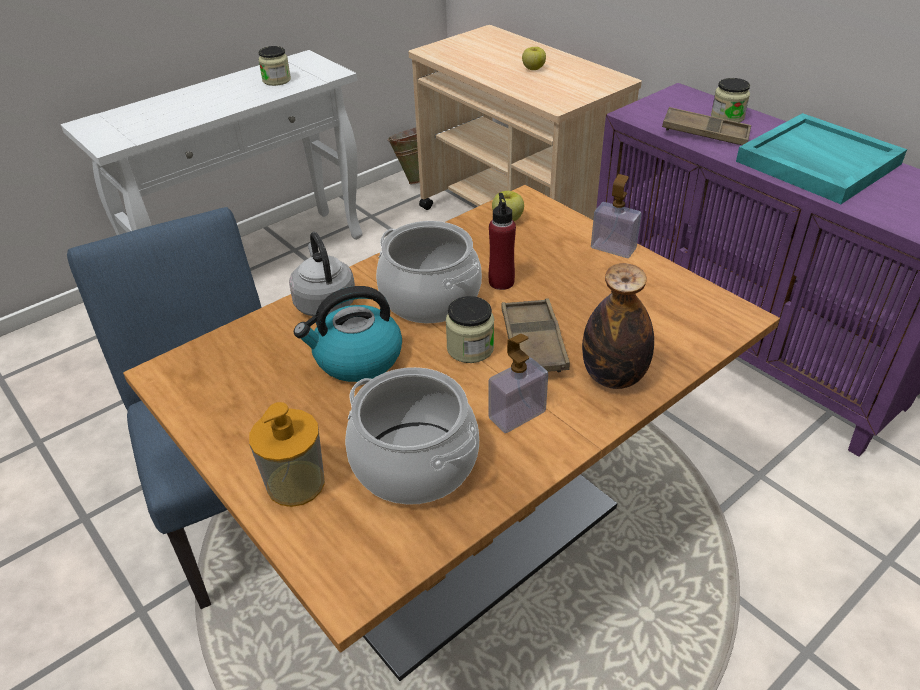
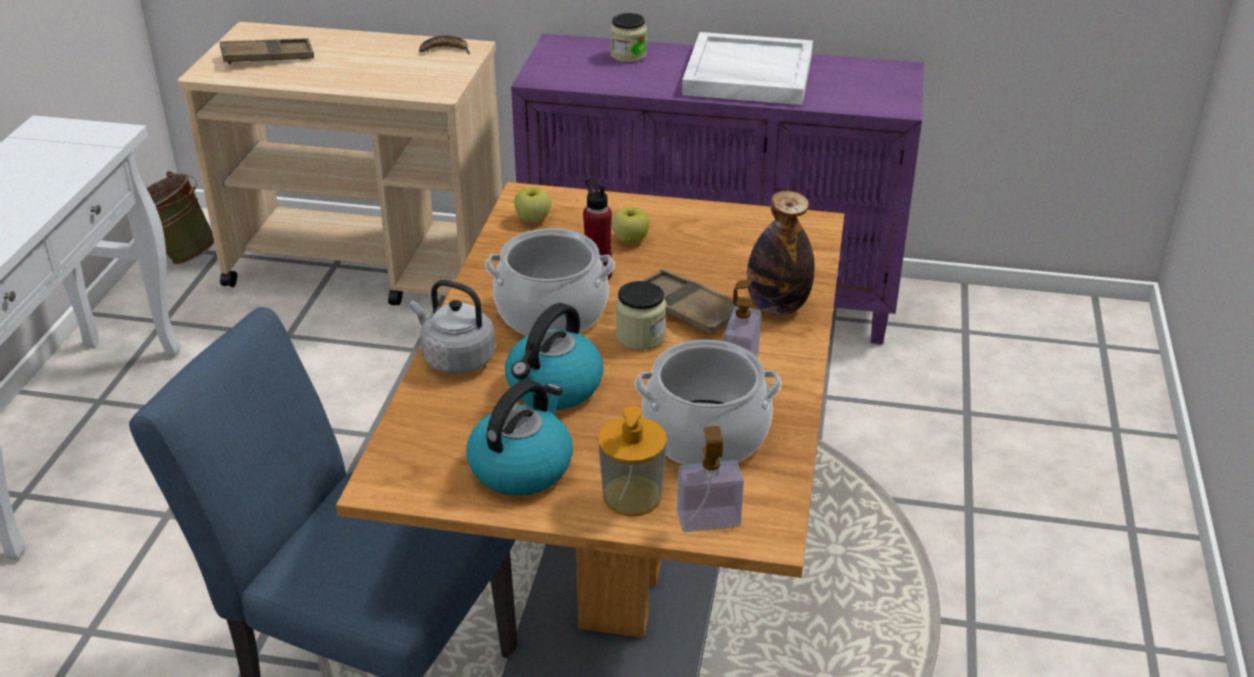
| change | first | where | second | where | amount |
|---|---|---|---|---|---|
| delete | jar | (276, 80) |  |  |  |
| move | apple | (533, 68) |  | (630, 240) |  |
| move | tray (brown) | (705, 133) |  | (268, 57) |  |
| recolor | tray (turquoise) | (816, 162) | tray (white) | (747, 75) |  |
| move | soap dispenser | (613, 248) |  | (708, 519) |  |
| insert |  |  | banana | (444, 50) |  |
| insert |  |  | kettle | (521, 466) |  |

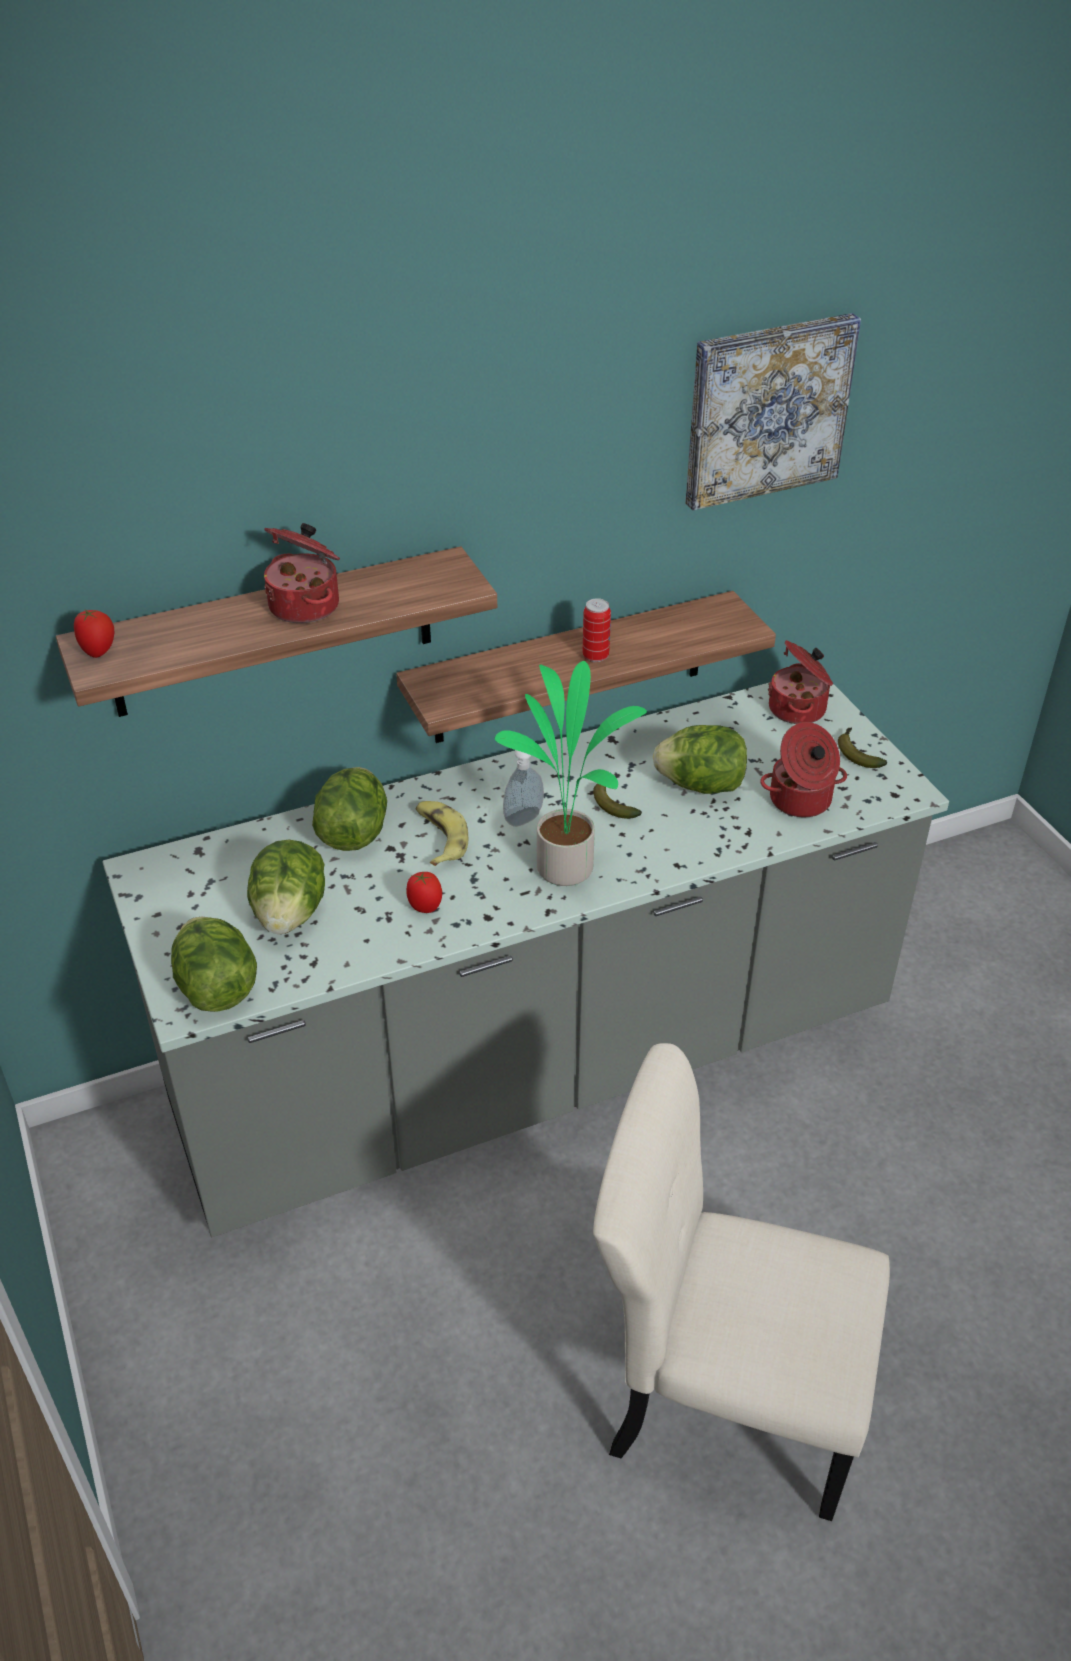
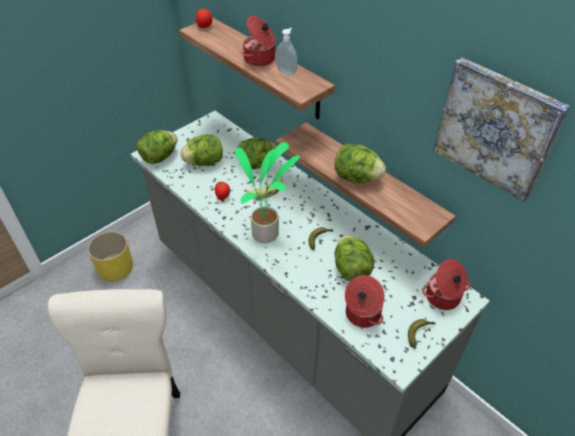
| change | first | where | second | where | amount |
|---|---|---|---|---|---|
| replace | can | (595, 656) | lettuce | (356, 178) |  |
| move | soap dispenser | (522, 818) |  | (287, 72) |  |
| insert |  |  | planter (yellow) | (115, 267) |  |

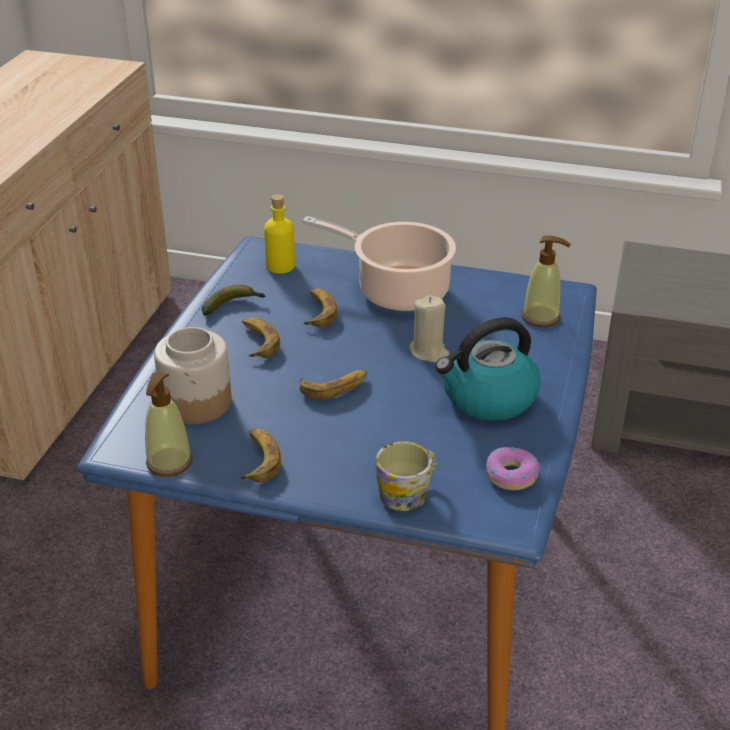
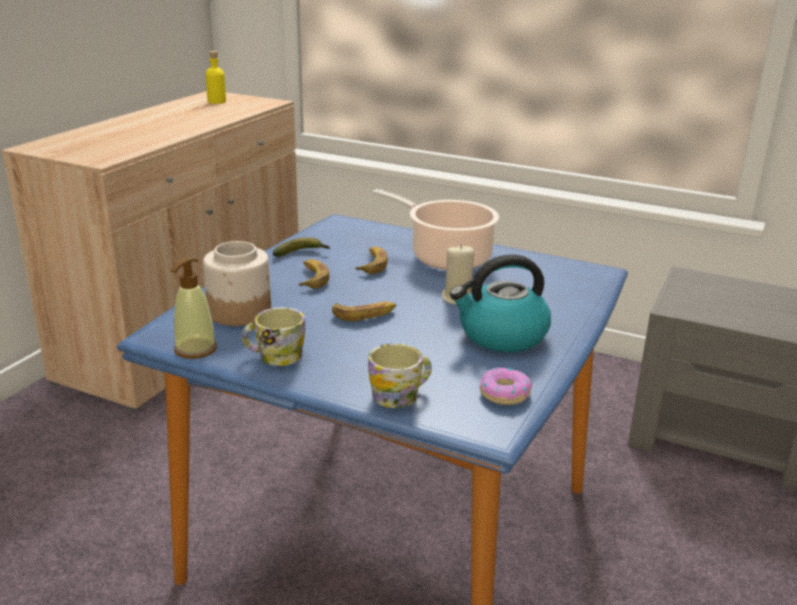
| change | first | where | second | where | amount |
|---|---|---|---|---|---|
| move | bottle (yellow) | (280, 266) |  | (216, 101) |  |
| delete | soap dispenser | (541, 317) |  |  |  |
| replace | banana | (259, 460) | mug | (274, 356) |  |

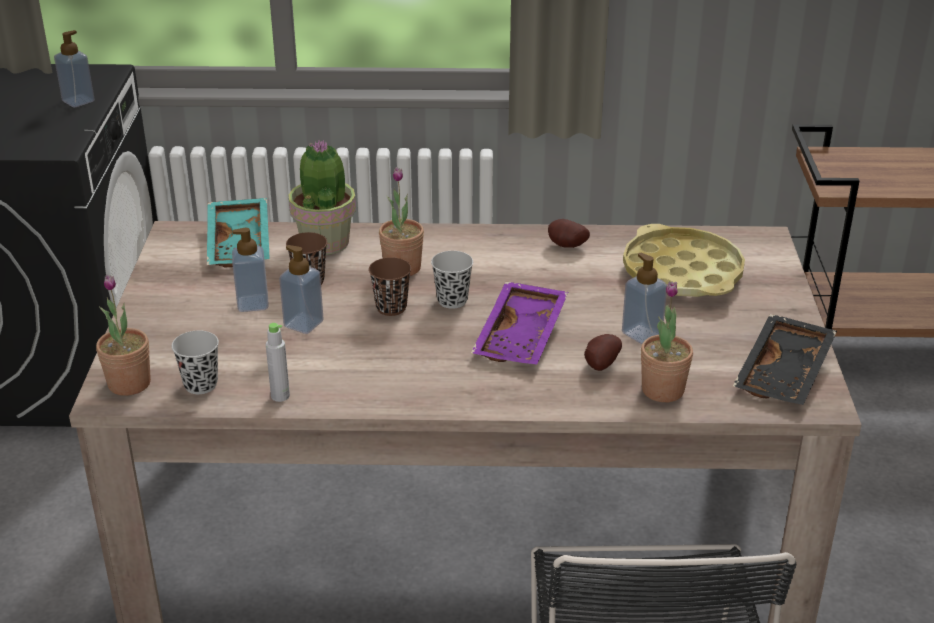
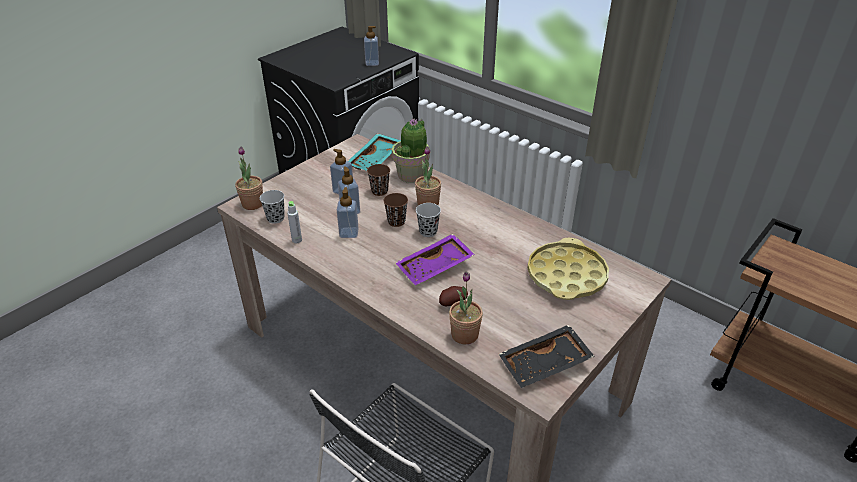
| change | first | where | second | where | amount |
|---|---|---|---|---|---|
| delete | potato | (566, 246) |  |  |  |
| move | soap dispenser | (641, 333) |  | (349, 233) |  |

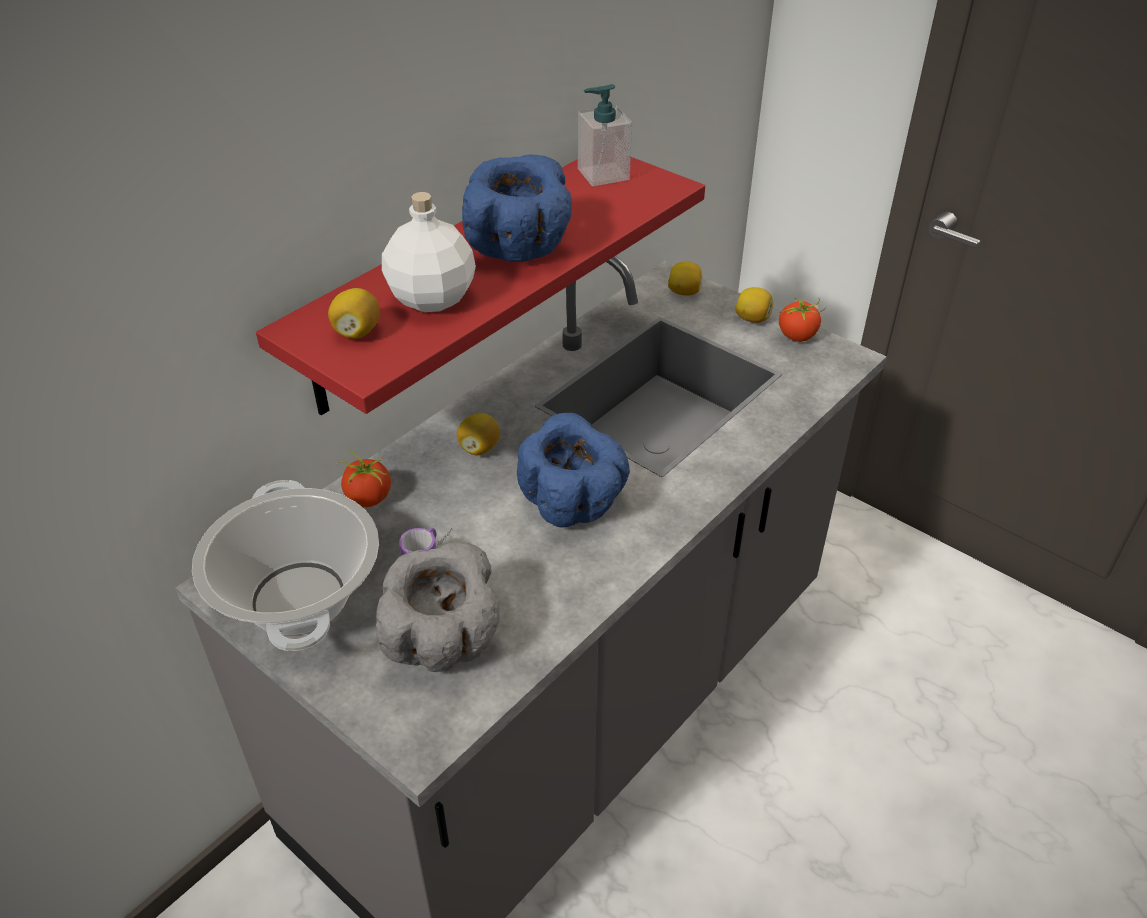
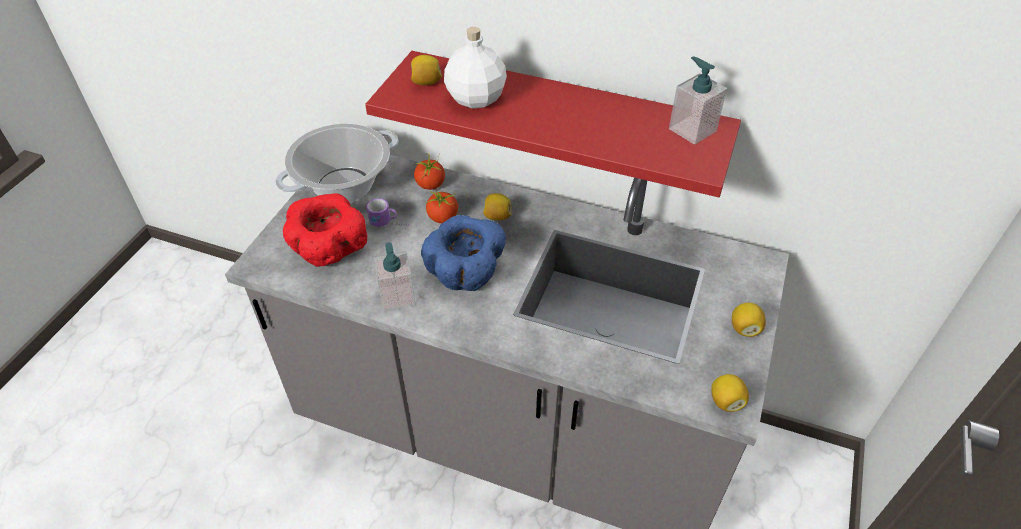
| change | first | where | second | where | amount |
|---|---|---|---|---|---|
| delete | bowl (blue) | (521, 247) |  |  |  |
| move | lemon | (684, 292) |  | (726, 402) |  |
| move | tomato | (797, 336) |  | (443, 218) |  |
| recolor | bowl (grey) | (445, 640) | bowl (red) | (330, 251) |  |
| insert |  |  | soap dispenser | (397, 297) |  |

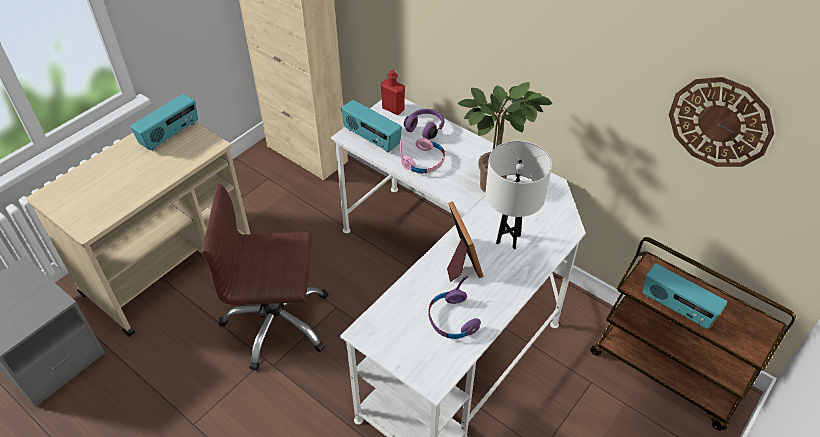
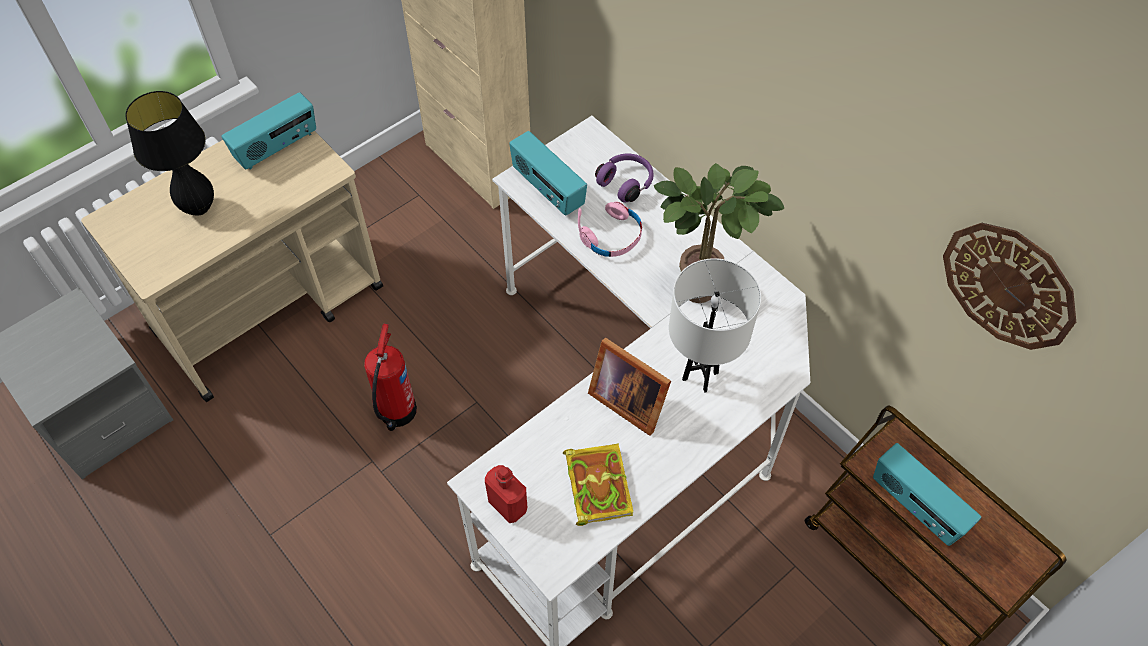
| change | first | where | second | where | amount |
|---|---|---|---|---|---|
| move | bottle (red) | (393, 109) |  | (508, 505) |  |
| replace | office chair (brown) | (277, 323) | fire extinguisher | (396, 413) |  |
| rotate | picture frame | (460, 261) |  | (627, 399) | 135 degrees clockwise |
| replace | headphones (purple) | (452, 319) | book | (596, 484) |  |
| insert |  |  | table lamp (black) | (199, 208) |  |

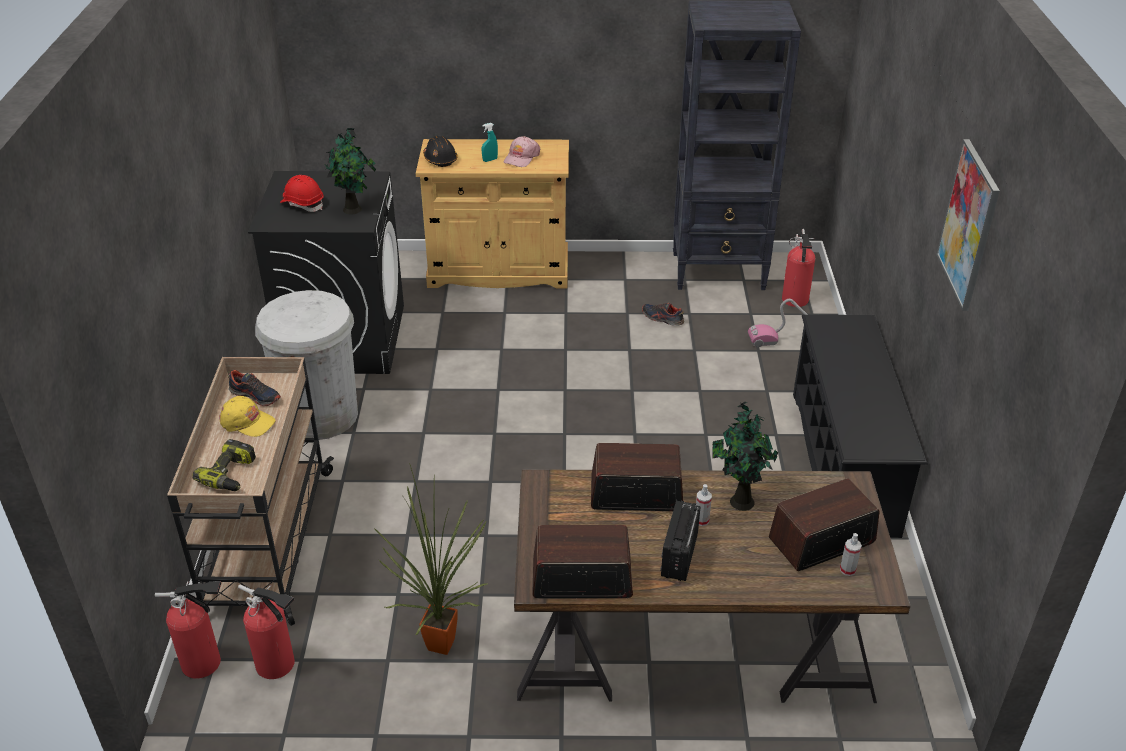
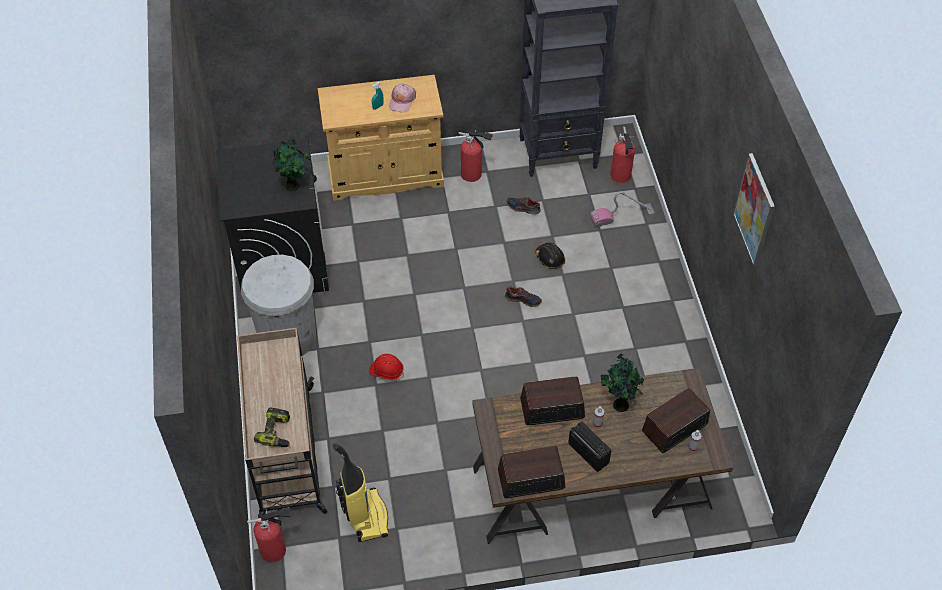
| change | first | where | second | where | amount |
|---|---|---|---|---|---|
| move | hard hat (black) | (440, 159) |  | (550, 259) |  |
| move | hard hat (red) | (303, 204) |  | (386, 371) |  |
| delete | shoe rack (black) | (844, 462) |  |  |  |
| move | shoe | (255, 395) |  | (523, 299) |  |
| delete | cap (yellow) | (247, 422) |  |  |  |
| delete | potted plant | (444, 641) |  |  |  |
| rotate | radio | (679, 556) |  | (588, 453) | 135 degrees clockwise |
| move | fire extinguisher | (278, 665) |  | (473, 175) |  |
| insert |  |  | vacuum cleaner | (366, 516) |  |

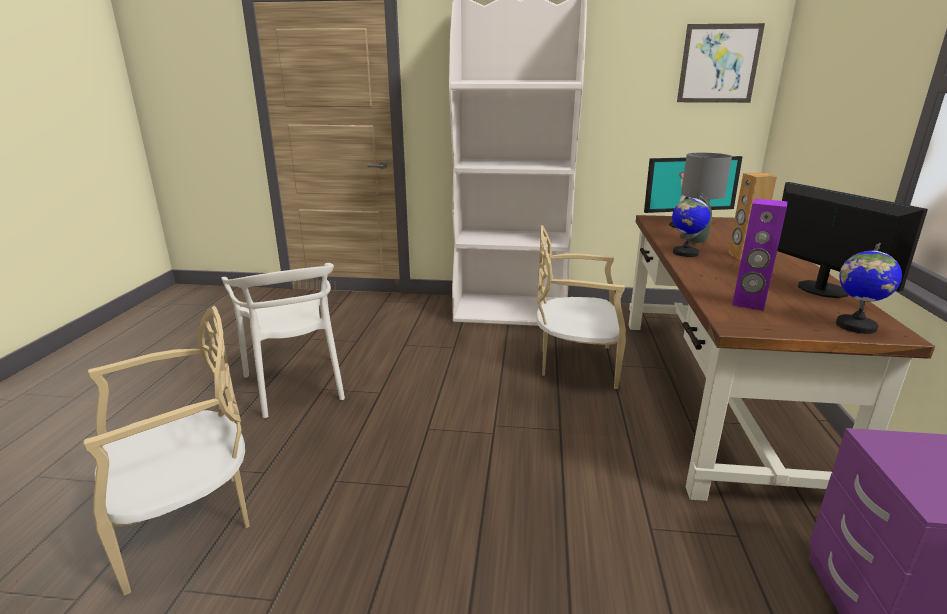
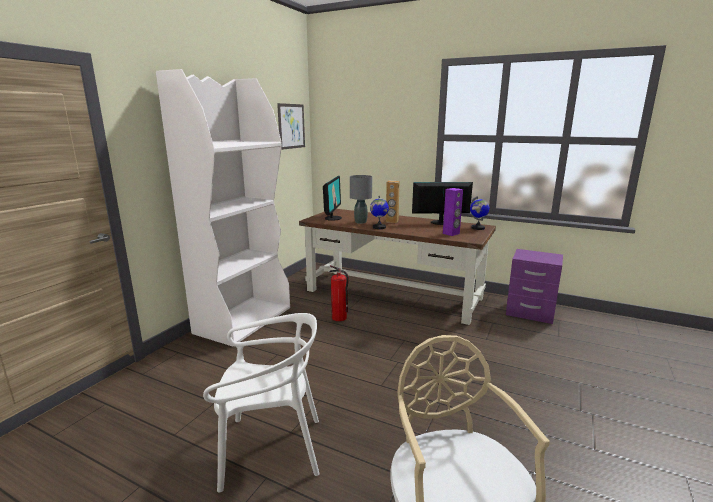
| change | first | where | second | where | amount |
|---|---|---|---|---|---|
| replace | chair (beige) | (575, 364) | fire extinguisher | (339, 318) |  |

